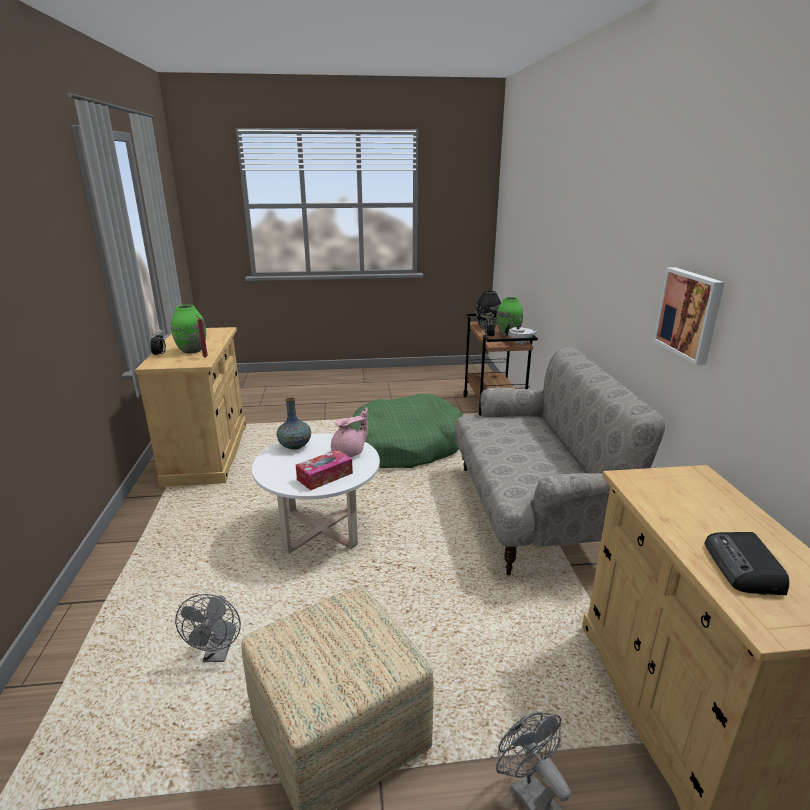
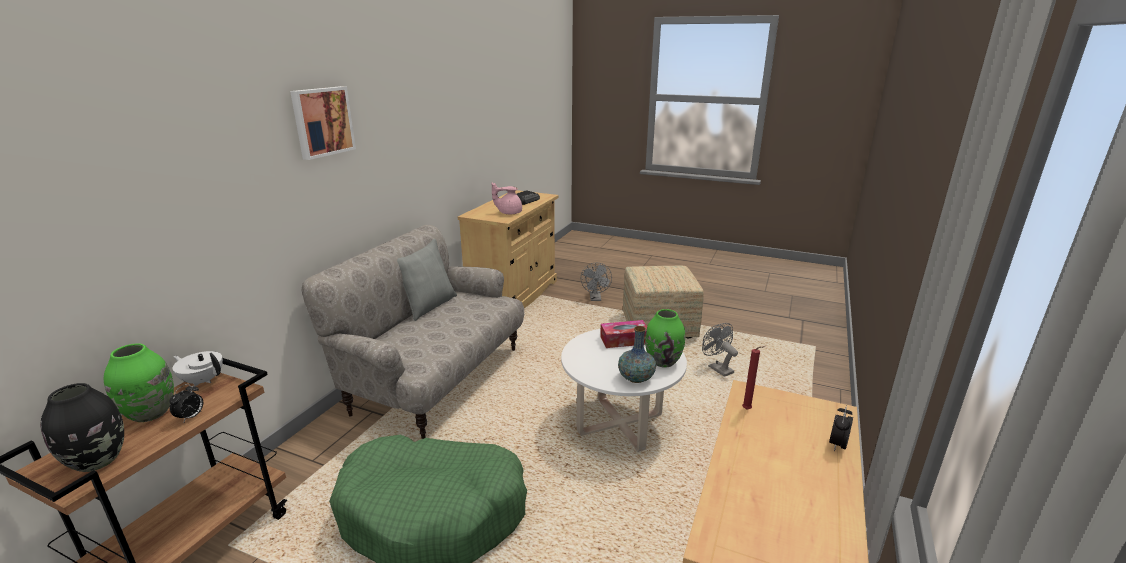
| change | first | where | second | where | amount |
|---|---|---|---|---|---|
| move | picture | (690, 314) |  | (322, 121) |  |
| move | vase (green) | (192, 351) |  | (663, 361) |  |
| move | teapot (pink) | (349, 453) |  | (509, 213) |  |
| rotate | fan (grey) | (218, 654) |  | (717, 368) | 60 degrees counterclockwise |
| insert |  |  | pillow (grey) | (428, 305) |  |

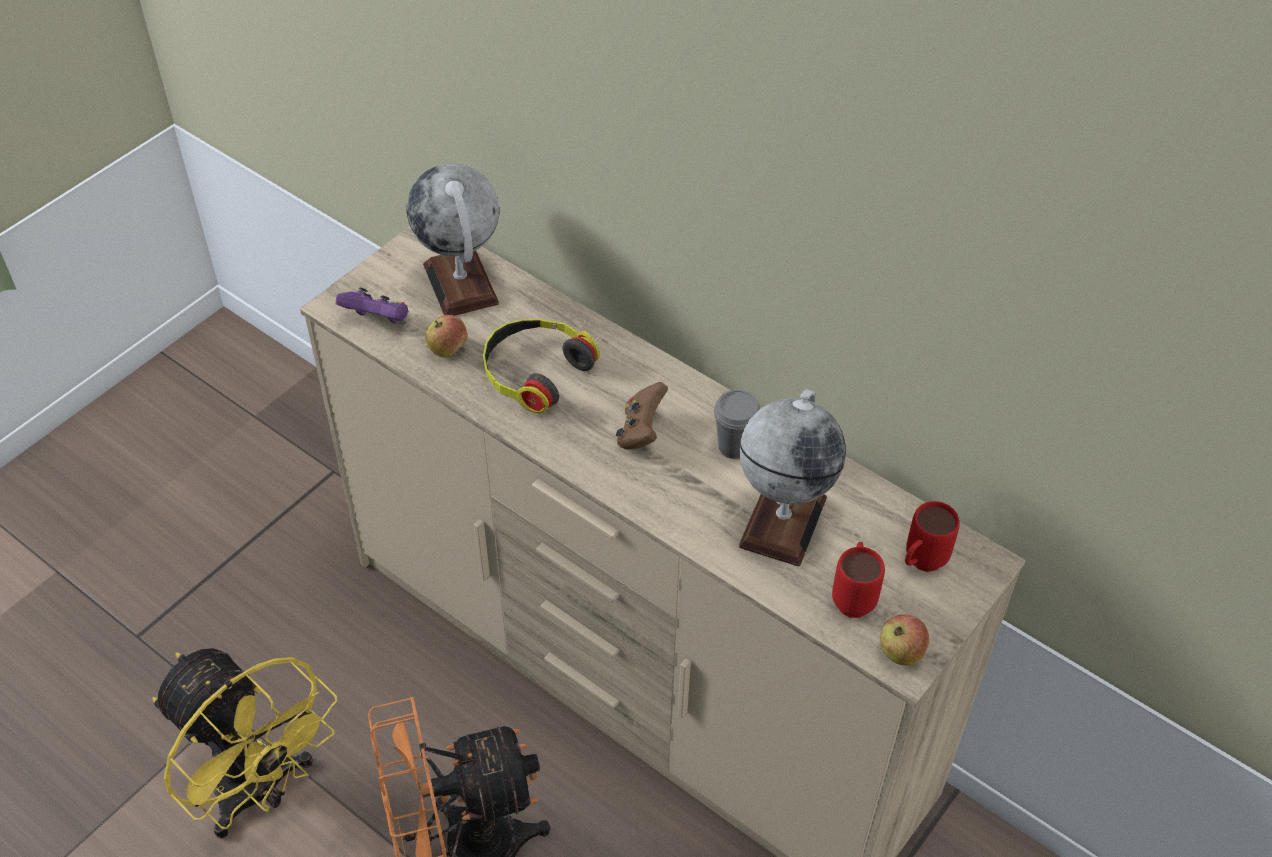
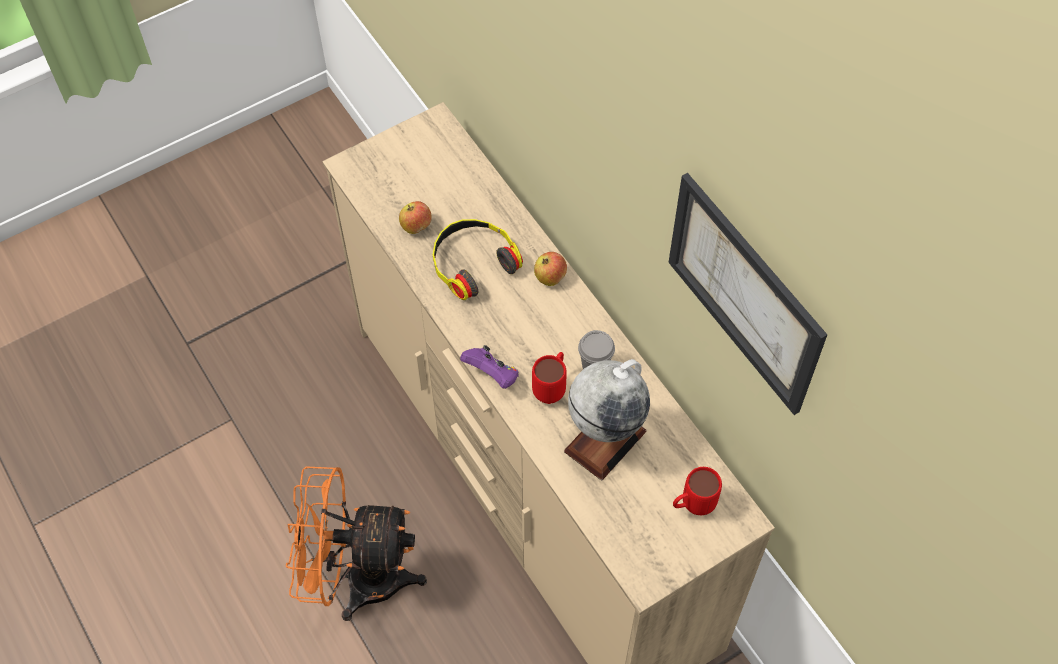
| change | first | where | second | where | amount |
|---|---|---|---|---|---|
| delete | globe | (461, 284) |  |  |  |
| move | game controller (purple) | (377, 320) |  | (492, 375) |  |
| delete | game controller (brown) | (641, 432) |  |  |  |
| move | mug (red) | (853, 596) |  | (552, 388) |  |
| move | apple | (901, 652) |  | (550, 277) |  |
| delete | fan (yellow) | (260, 792) |  |  |  |
| insert |  |  | picture | (744, 293) |  |

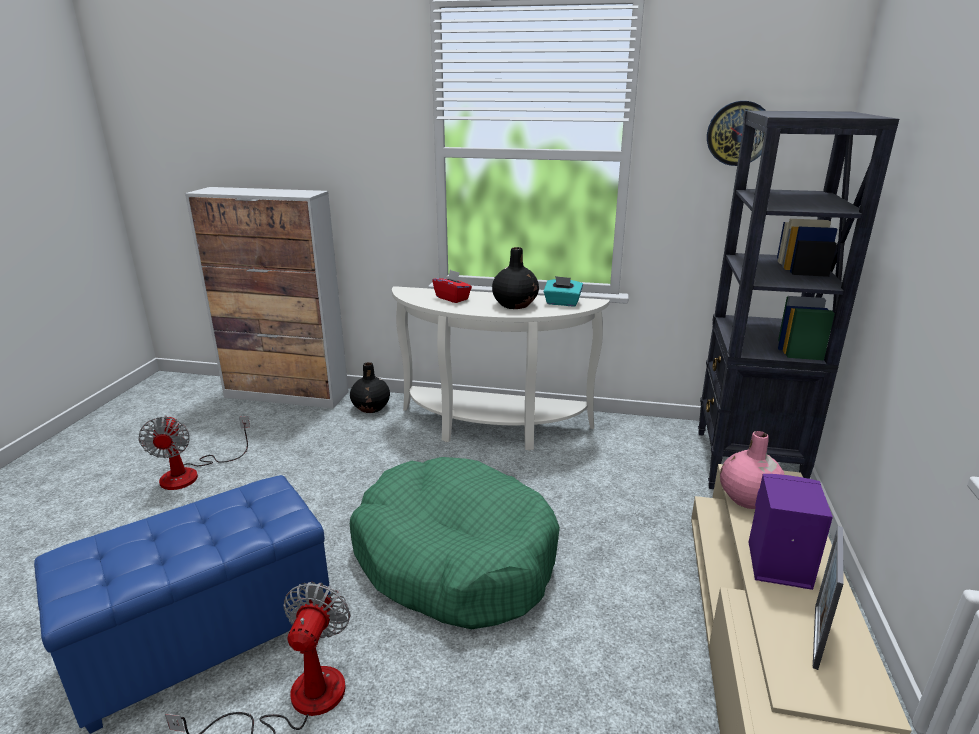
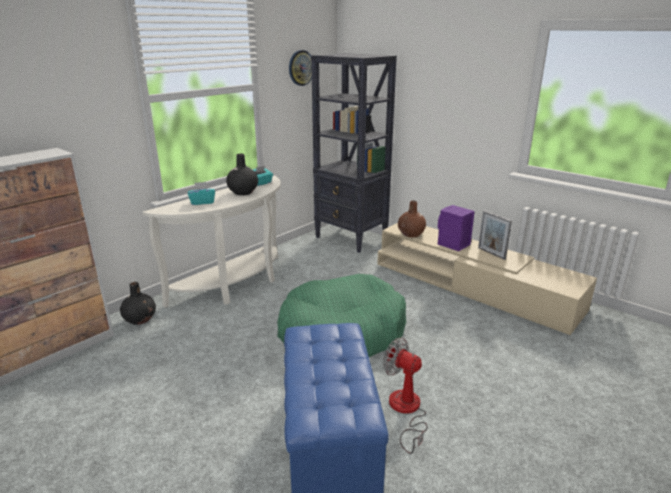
| change | first | where | second | where | amount |
|---|---|---|---|---|---|
| recolor | tissue box (red) | (452, 298) | tissue box (turquoise) | (202, 202) |  |
| delete | fan | (192, 473) |  |  |  |
| recolor | vase (pink) | (748, 498) | vase (brown) | (411, 234) |  |

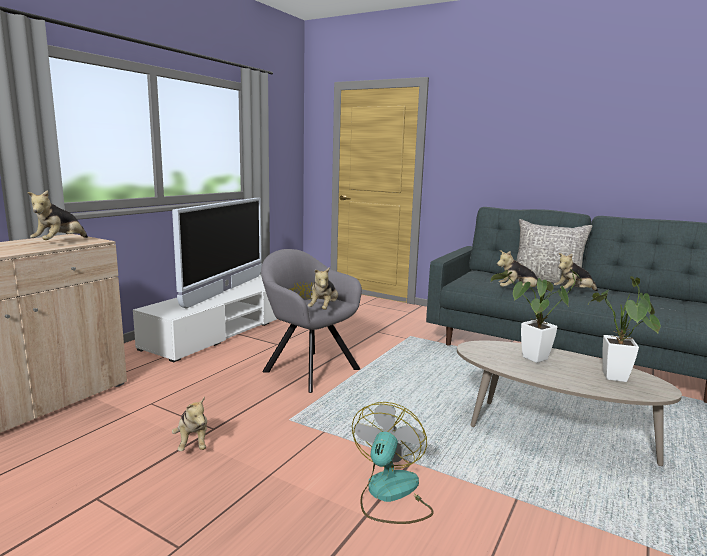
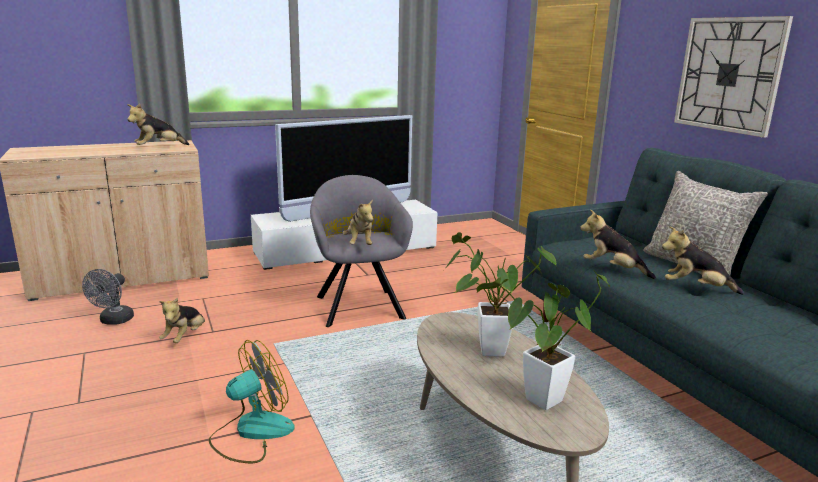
| change | first | where | second | where | amount |
|---|---|---|---|---|---|
| rotate | plush toy | (324, 309) |  | (359, 244) | 60 degrees counterclockwise |
| insert |  |  | wall clock | (729, 74) |  |
| insert |  |  | fan (grey) | (113, 321) |  |

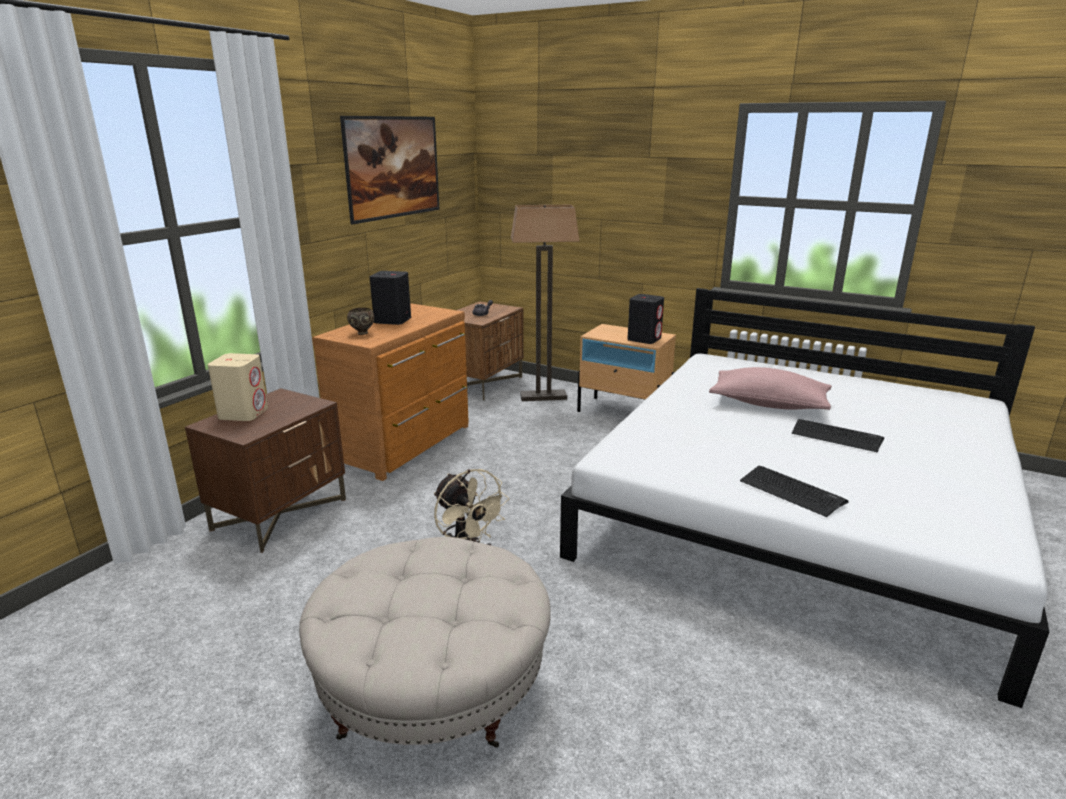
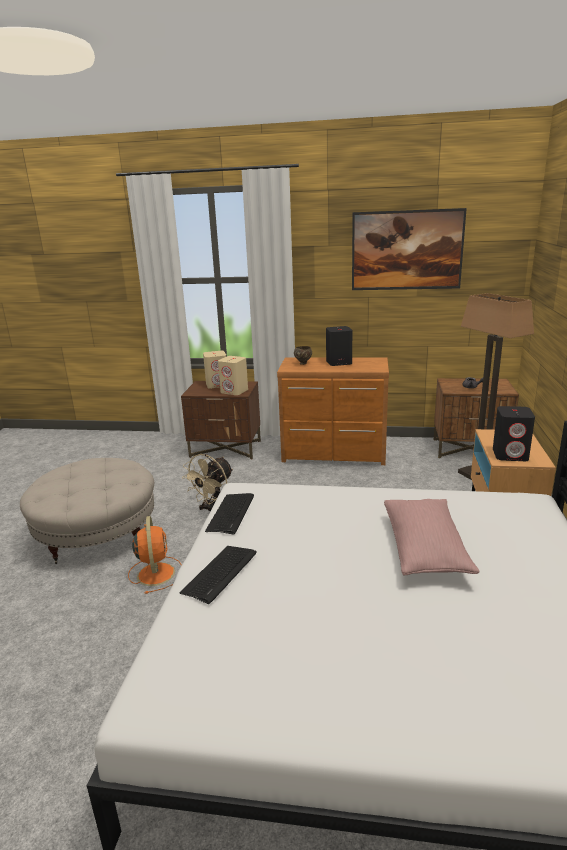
| change | first | where | second | where | amount |
|---|---|---|---|---|---|
| move | keyboard | (836, 436) |  | (231, 514) |  |
| insert |  |  | speaker (beige) | (234, 391) |  |
| insert |  |  | fan (orange) | (156, 573) |  |

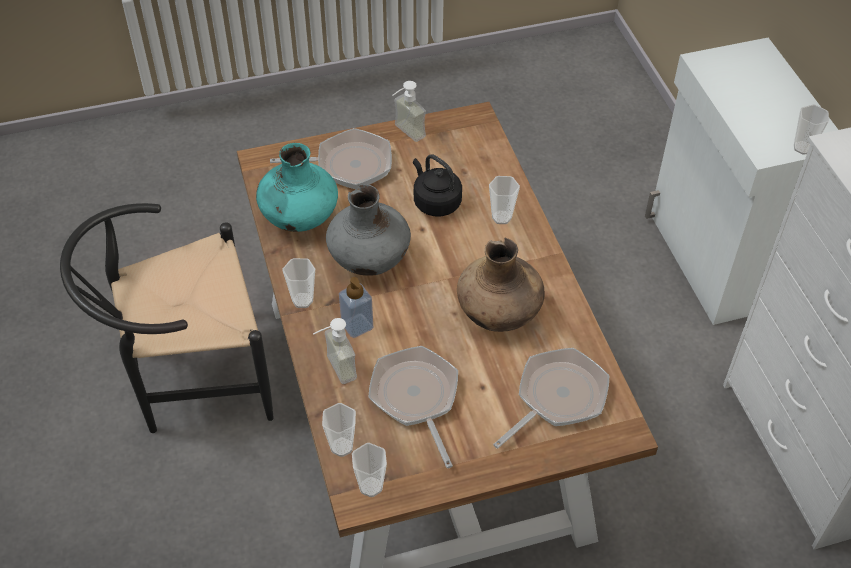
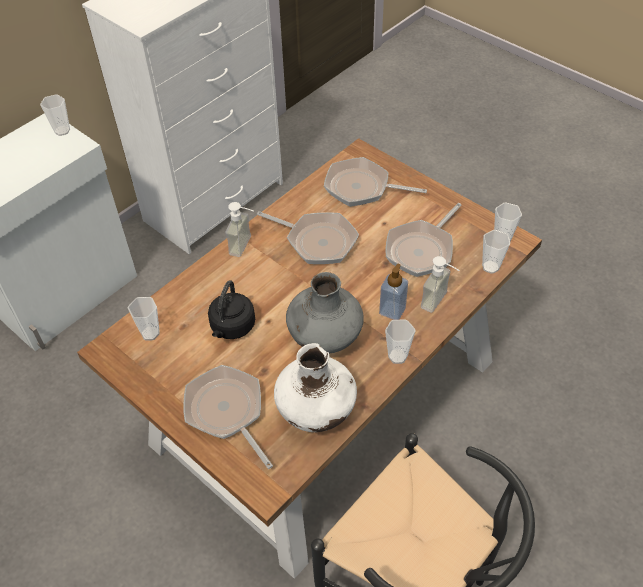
| change | first | where | second | where | amount |
|---|---|---|---|---|---|
| move | soap dispenser | (404, 134) |  | (246, 247) |  |
| recolor | vase (turquoise) | (299, 218) | vase (white) | (316, 411) |  |
| move | cup | (501, 217) |  | (150, 333) |  |
| replace | vase (brown) | (499, 314) | frying pan | (317, 241) |  |

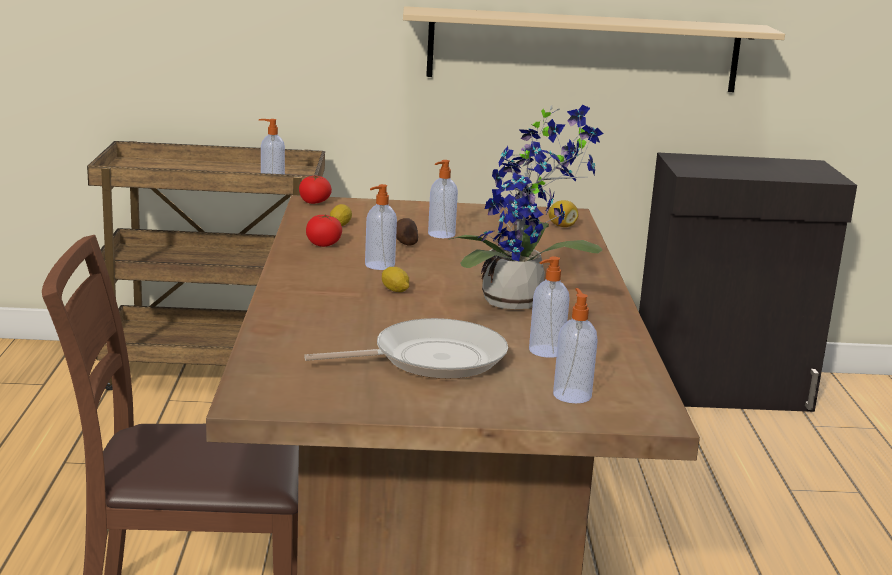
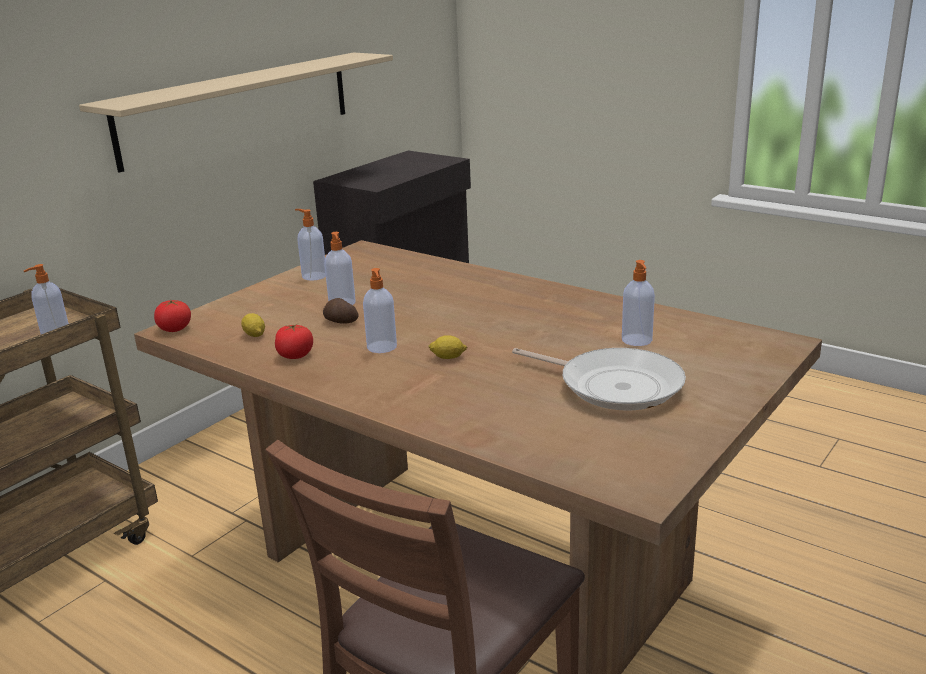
| change | first | where | second | where | amount |
|---|---|---|---|---|---|
| delete | potted plant | (520, 302) |  |  |  |
| delete | lemon | (562, 226) |  |  |  |
| move | soap dispenser | (571, 395) |  | (313, 276) |  |
| rotate | frying pan | (431, 359) |  | (614, 385) | 105 degrees clockwise |

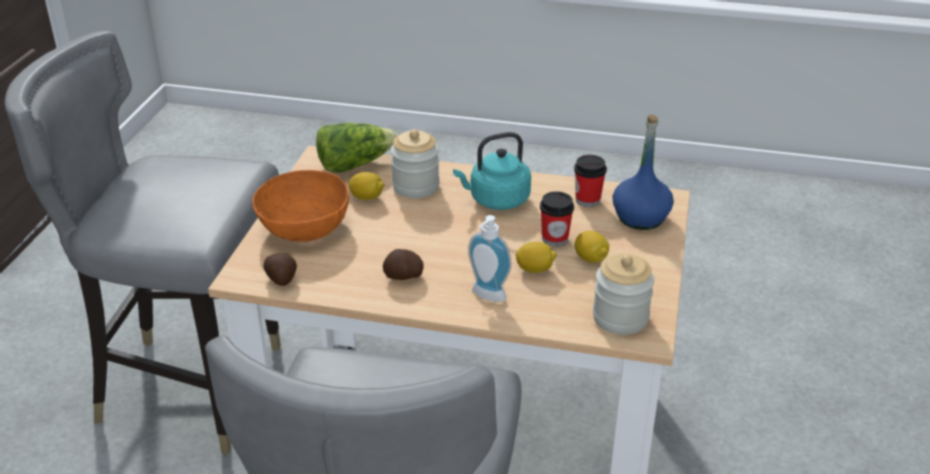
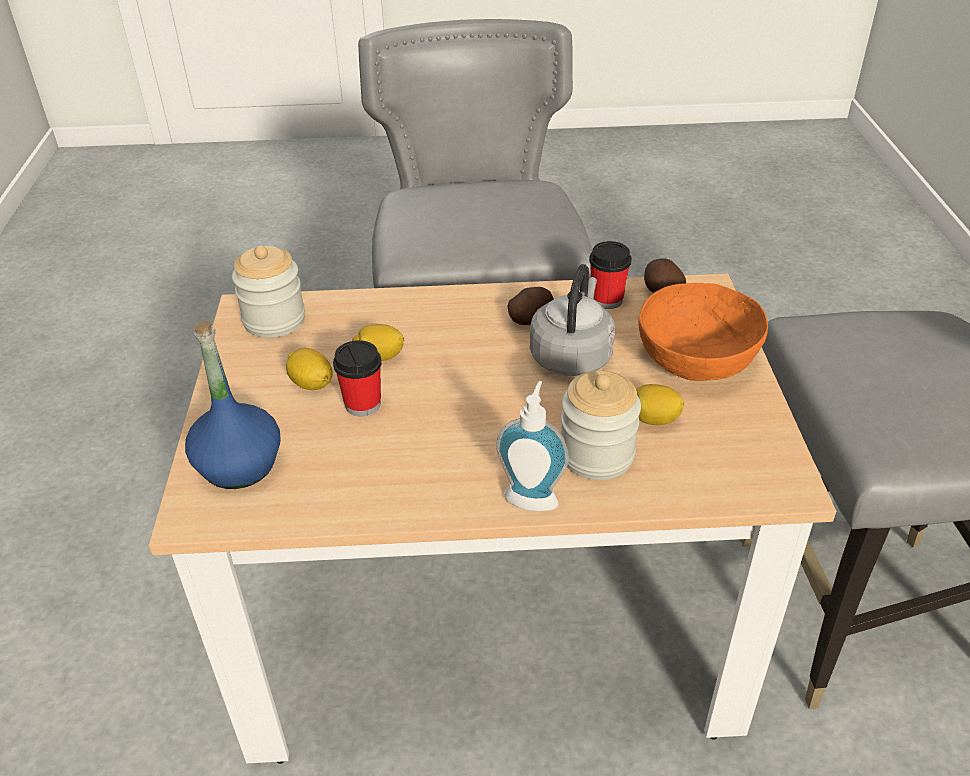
| change | first | where | second | where | amount |
|---|---|---|---|---|---|
| delete | lettuce | (354, 164) |  |  |  |
| delete | kettle (turquoise) | (496, 200) |  |  |  |
| move | cup | (587, 200) |  | (607, 300) |  |
| move | soap dispenser | (486, 296) |  | (532, 496) |  |
| insert |  |  | kettle (grey) | (572, 355) |  |

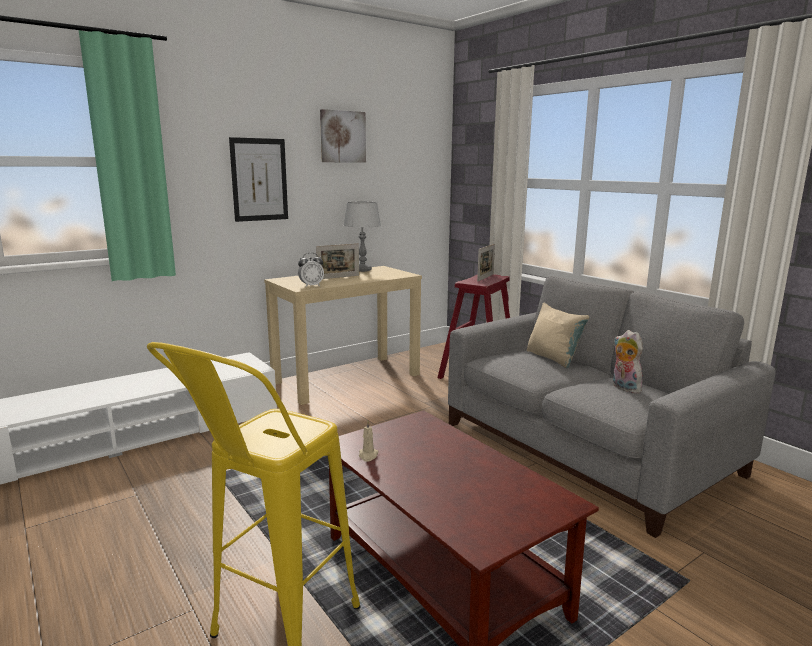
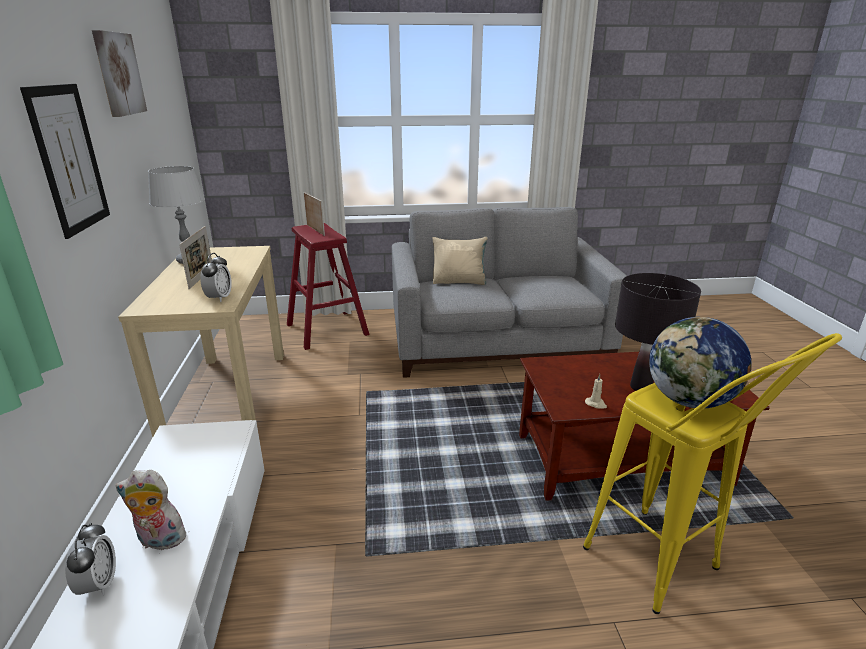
| change | first | where | second | where | amount |
|---|---|---|---|---|---|
| move | plush toy | (623, 388) |  | (159, 541) |  |
| insert |  |  | table lamp (black) | (641, 387) |  |
| insert |  |  | globe | (689, 401) |  |
| insert |  |  | alarm clock | (99, 584) |  |

